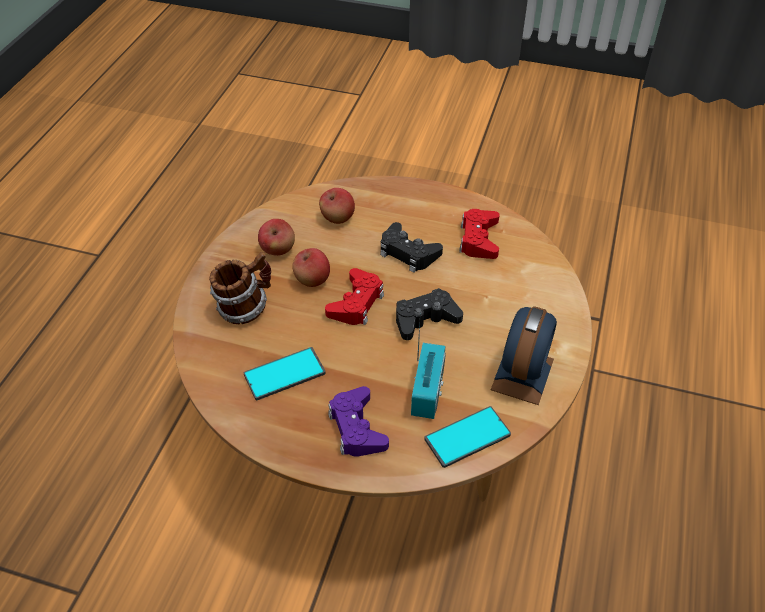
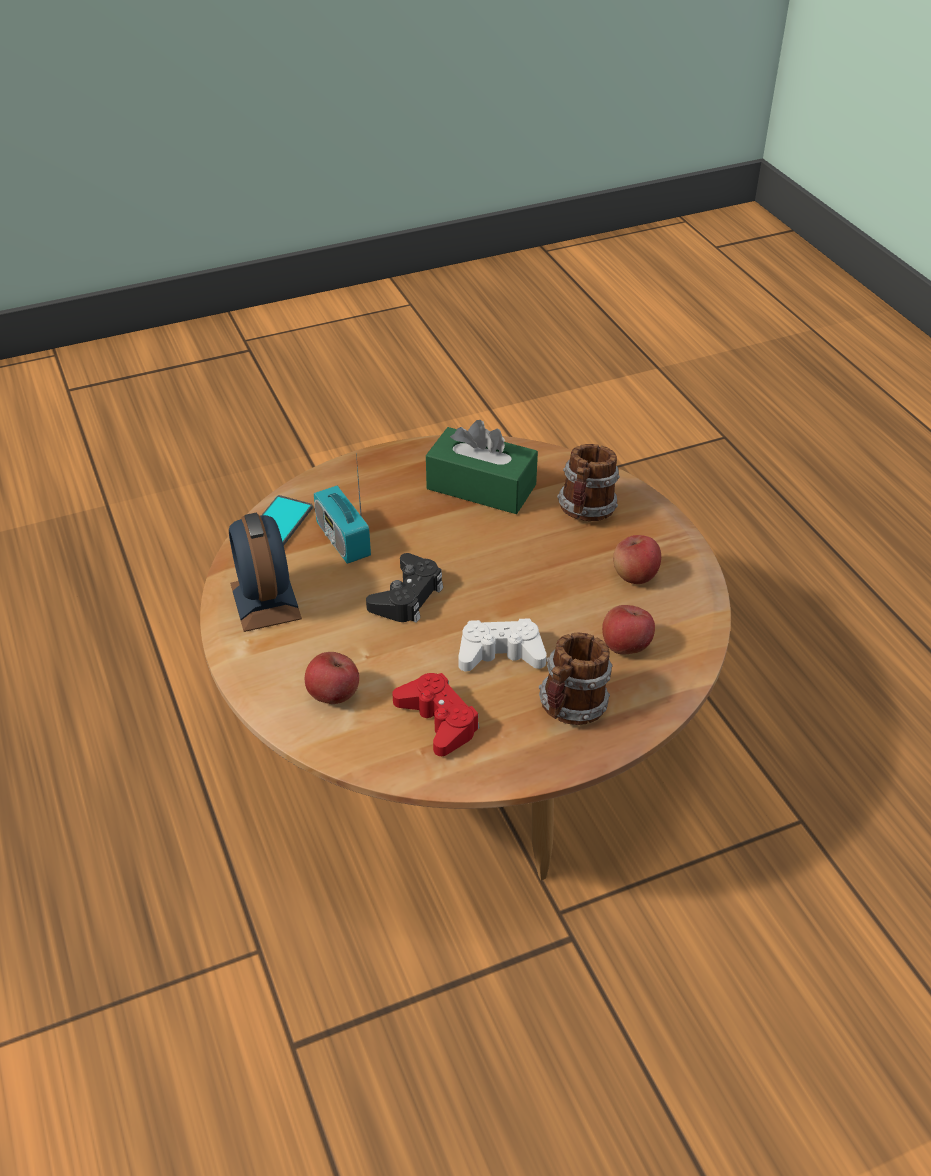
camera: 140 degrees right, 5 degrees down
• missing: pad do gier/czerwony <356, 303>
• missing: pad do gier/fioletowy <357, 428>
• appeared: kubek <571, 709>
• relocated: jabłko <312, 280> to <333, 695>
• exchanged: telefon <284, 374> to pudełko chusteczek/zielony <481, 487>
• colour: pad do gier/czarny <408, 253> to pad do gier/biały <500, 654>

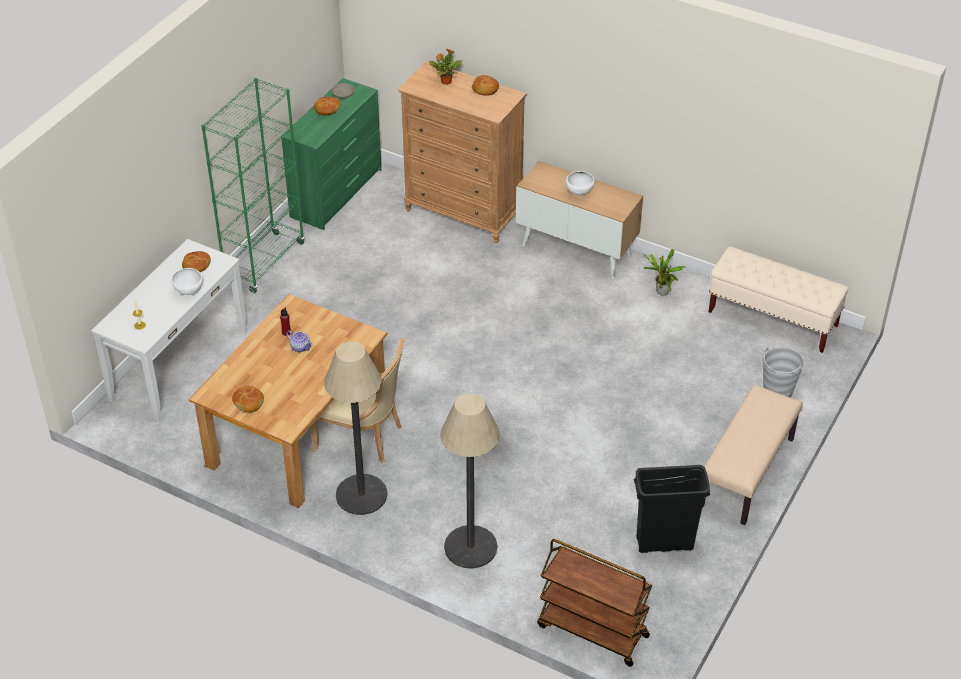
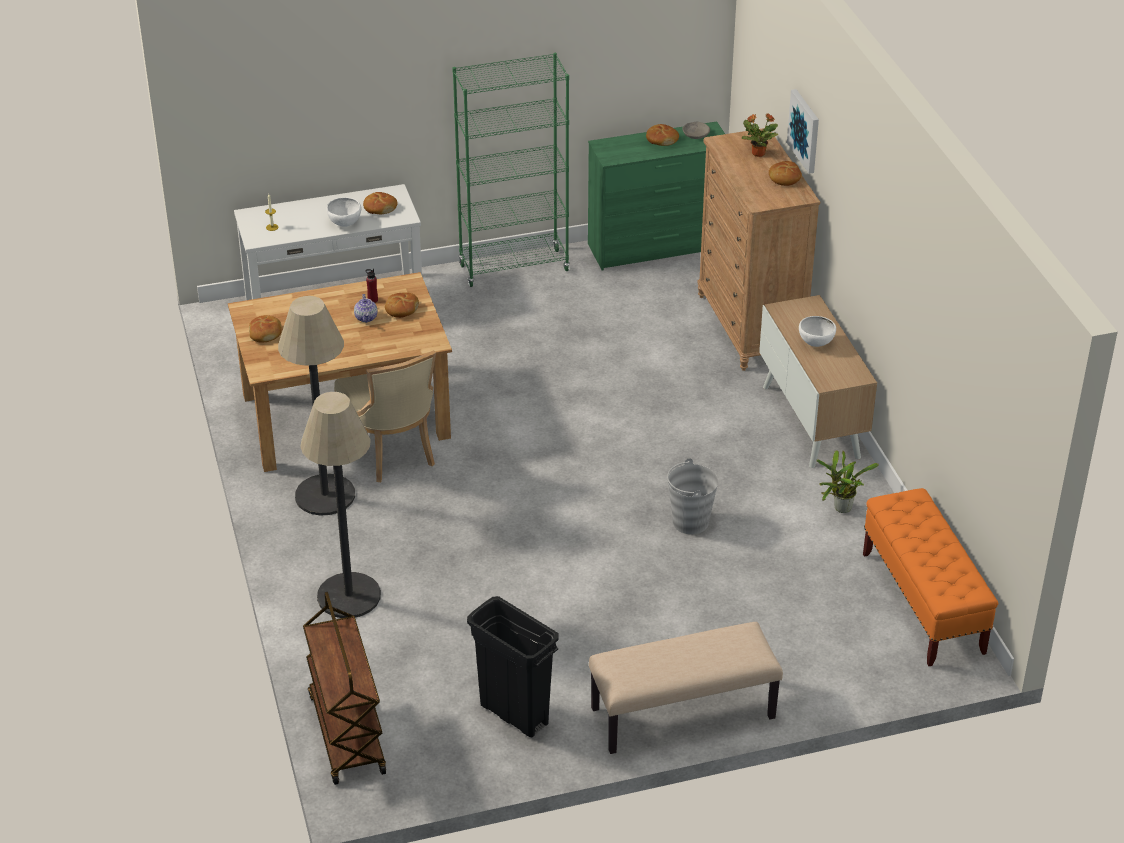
camera: 45 degrees right, 5 degrees down
• appeared: chleb <401, 309>
• appeared: obraz <805, 130>
• relocated: wiadro/szary <777, 392> to <690, 522>
• colour: ławka/beżowy <773, 319> to ławka/pomarańczowy <923, 603>

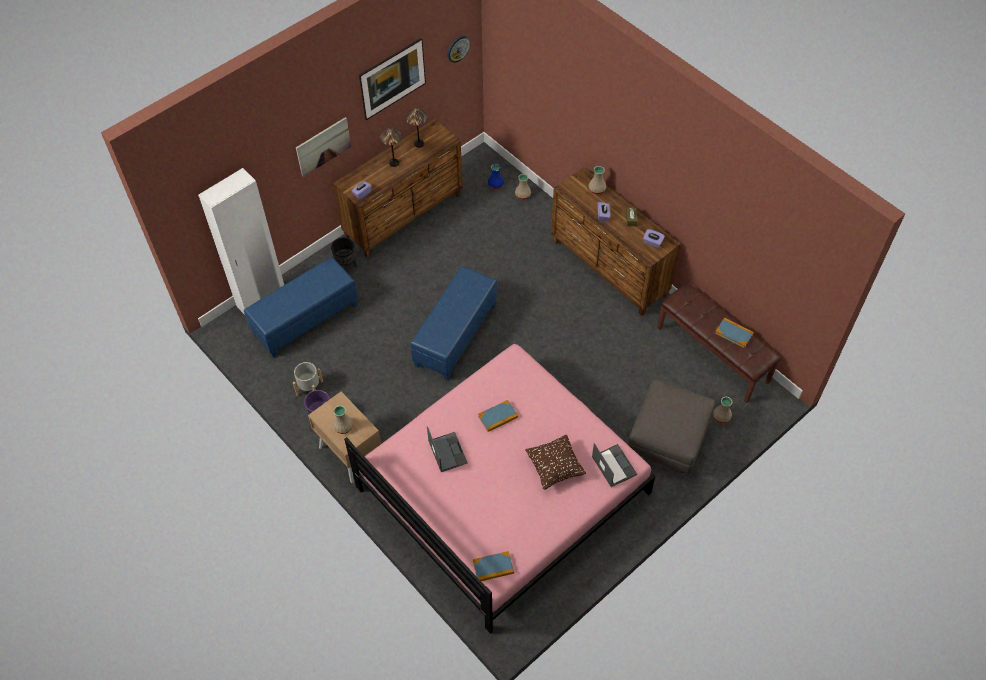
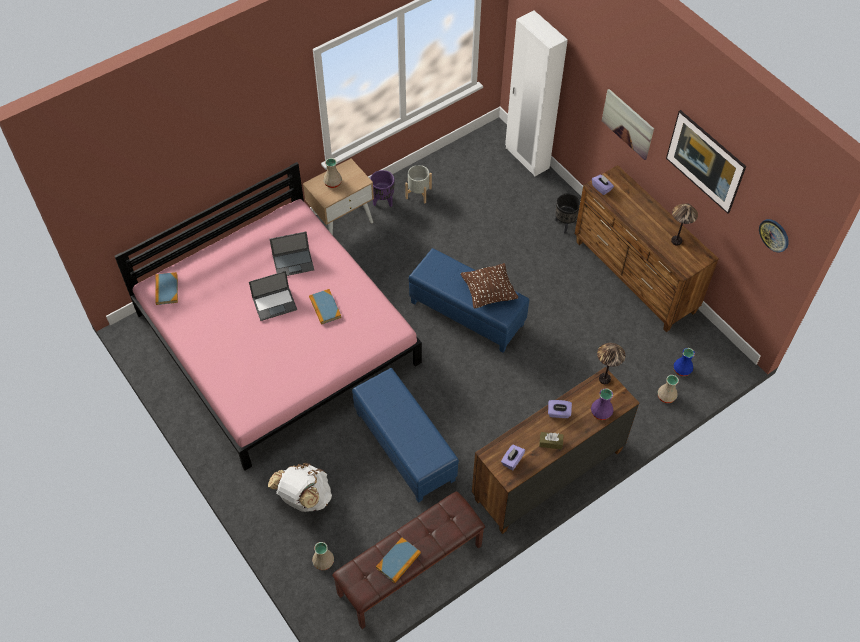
camera: 95 degrees right, 0 degrees up
• relocated: pufa/niebieski <305, 320> to <404, 446>
• relocated: lampa stołowa <394, 163> to <604, 379>
• relocated: poduszka/brązowy <554, 468> to <488, 293>
• relocated: laptop <613, 465> to <275, 303>
• exchanged: pufa/szary <667, 440> to plecak/biały <304, 498>
• colour: wazon/beżowy <596, 189> to wazon/fioletowy <601, 412>

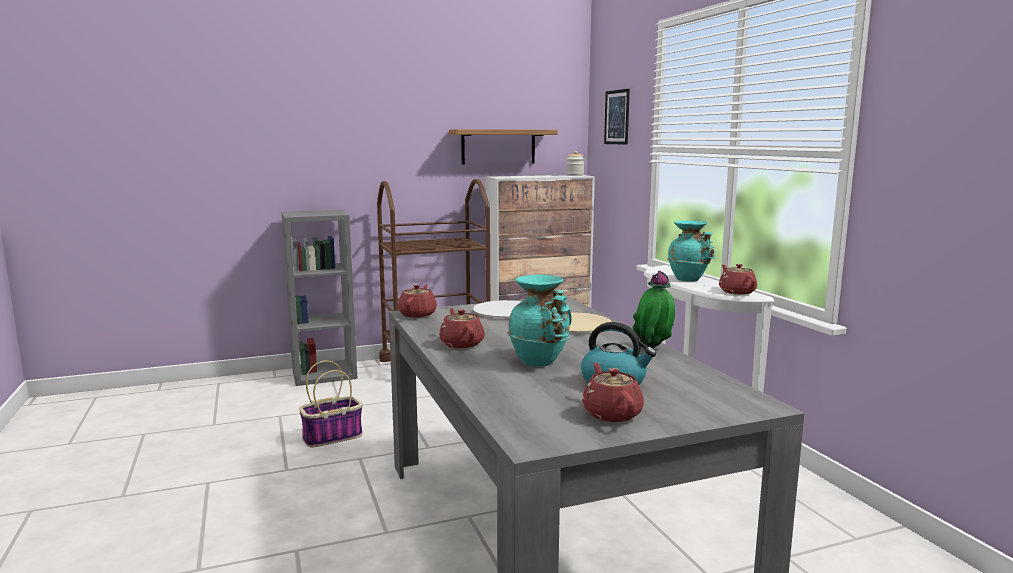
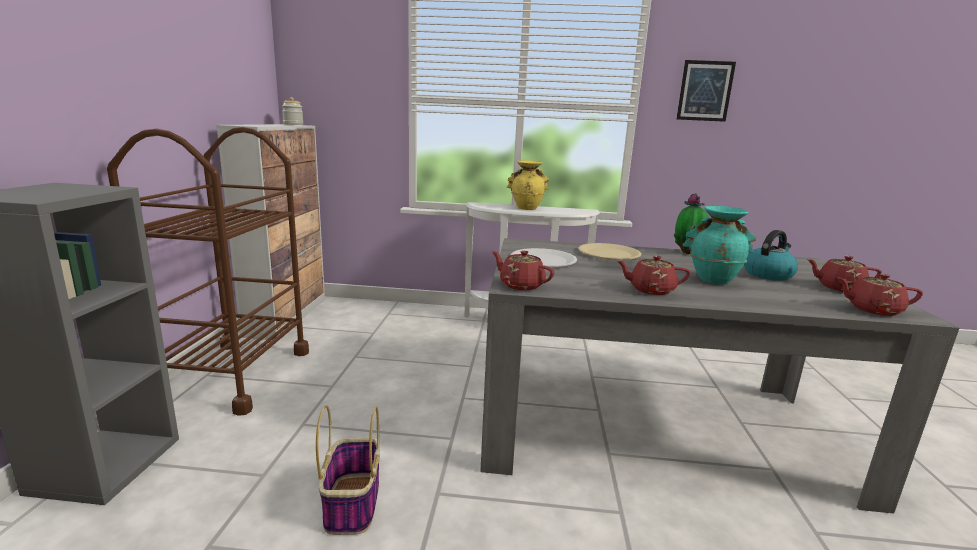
camera: 65 degrees left, 5 degrees up
• missing: półka <498, 146>
• relocated: obraz <617, 117> to <705, 91>
• relocated: imbryk/czerwony <736, 292> to <872, 310>
• colour: wazon/turkusowy <689, 279> to wazon/żółty <526, 208>

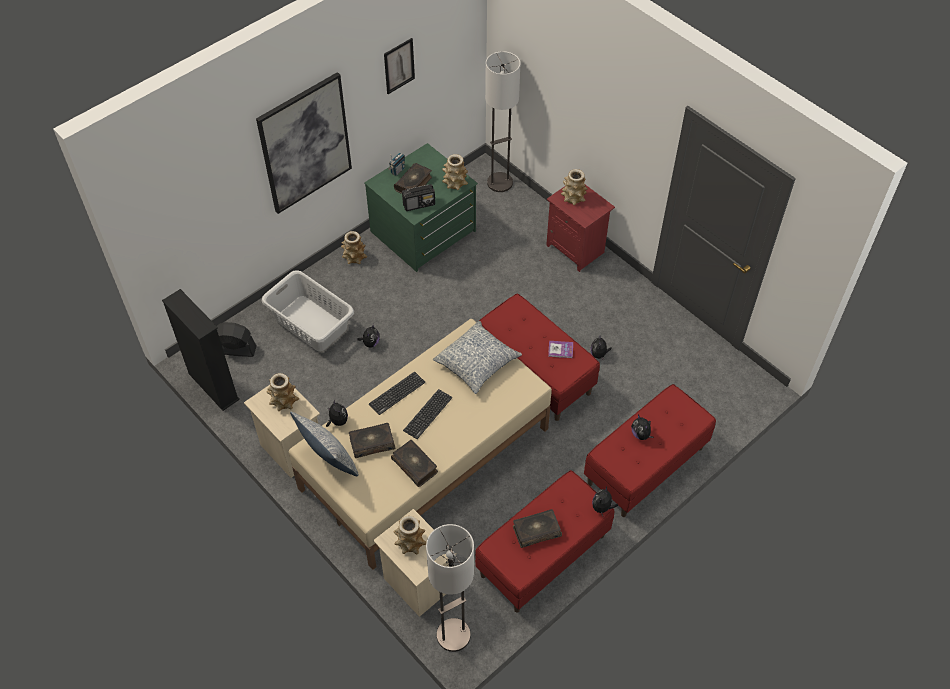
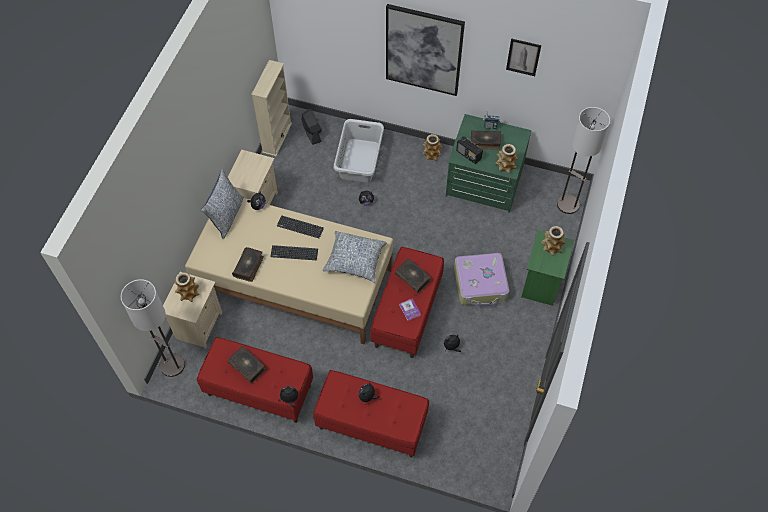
camera: 60 degrees right, 5 degrees up
• missing: wazon <284, 401>
• appeared: walizka <480, 284>
• relocated: książka <372, 443> to <413, 277>
• colour: regał/czarny <213, 386> to regał/beżowy <277, 138>
• colour: szafka nocna/czerwony <576, 248> to szafka nocna/zielony <542, 285>

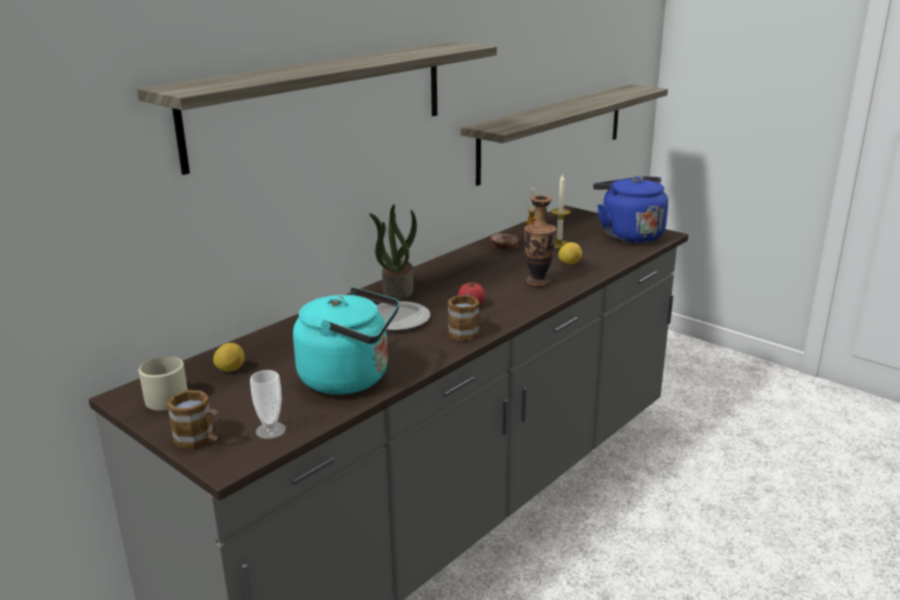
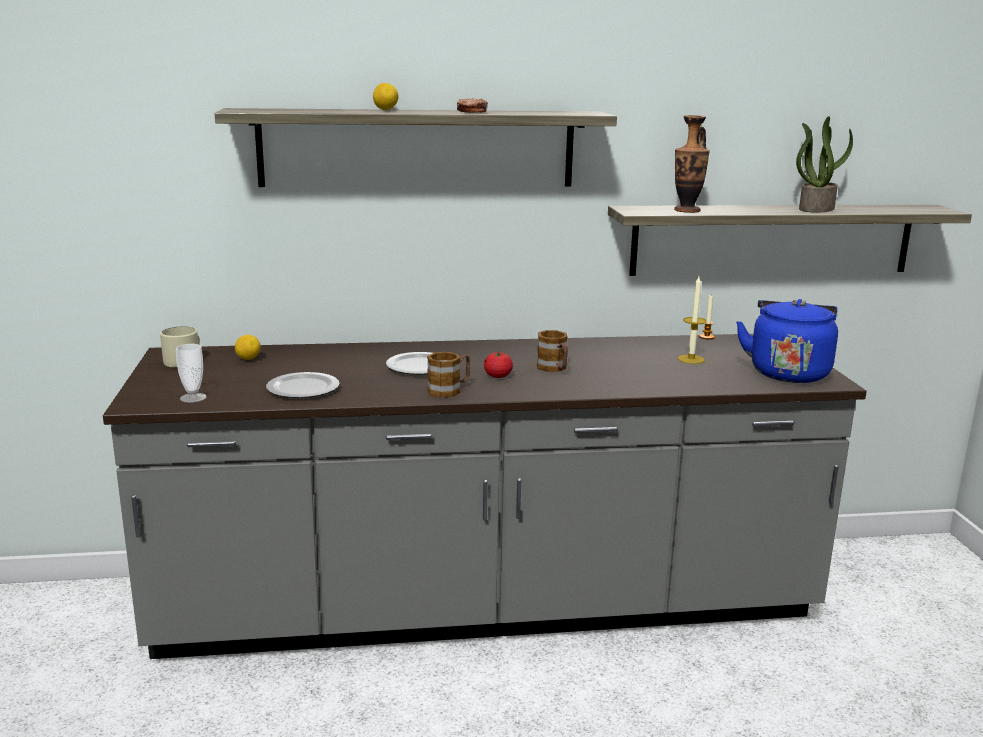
camera: 40 degrees right, 5 degrees down
• relocated: kubek <201, 440> to <554, 369>
• relocated: roślina doniczkowa <397, 290> to <816, 209>
• relocated: donut <504, 245> to <471, 111>
• relocated: wazon <538, 282> to <687, 210>
• relocated: cytryna <569, 263> to <385, 110>
• exchanged: czajnik/turkusowy <350, 378> to talerz <302, 389>

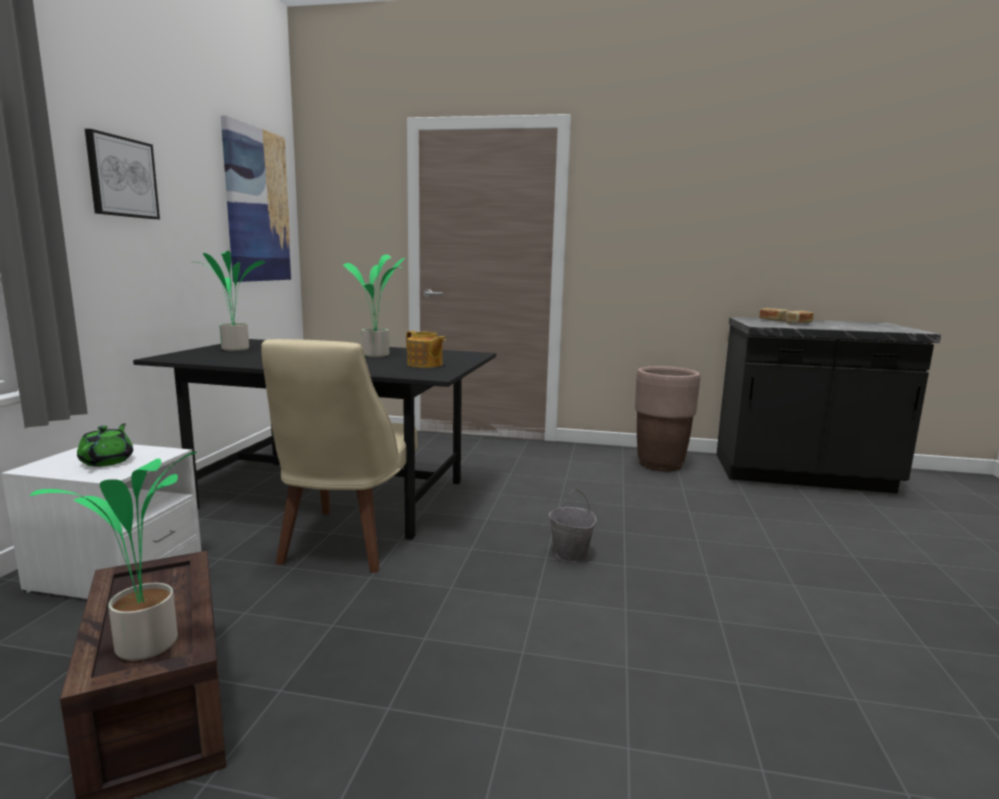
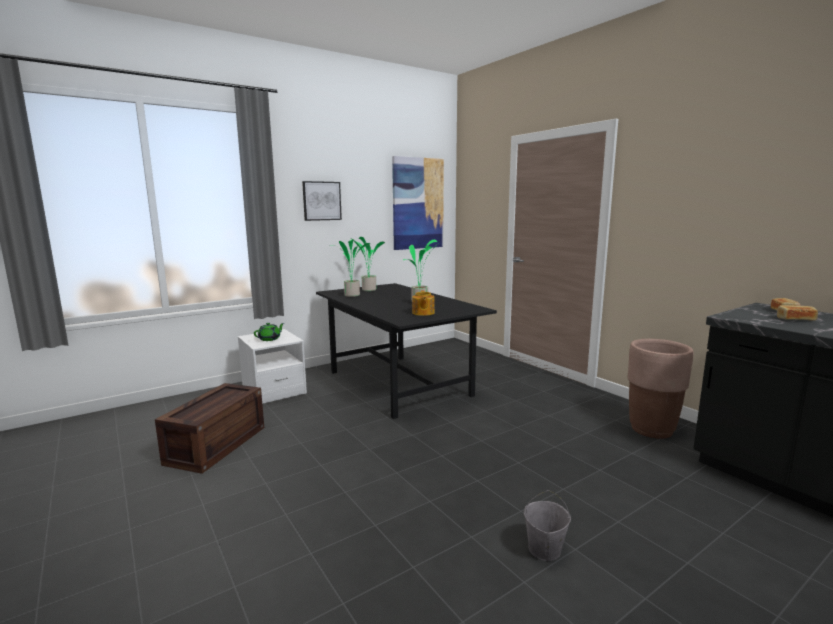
camera: 45 degrees right, 0 degrees up
• missing: krzesło/beżowy <346, 543>
• relocated: roślina doniczkowa <145, 648> to <351, 295>
• relocated: wiadro/szary <570, 555> to <544, 550>

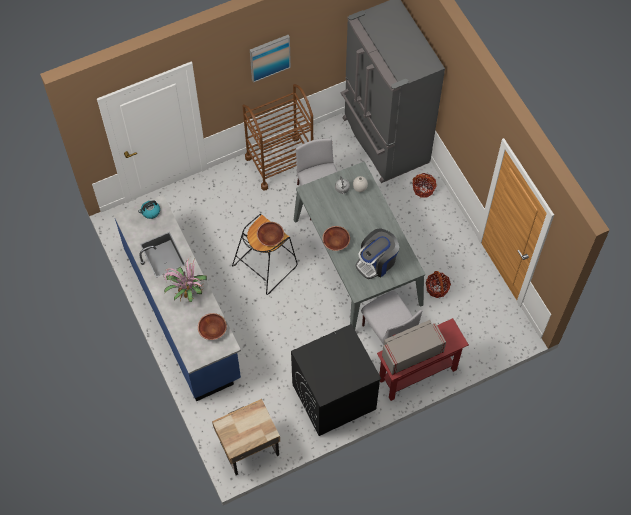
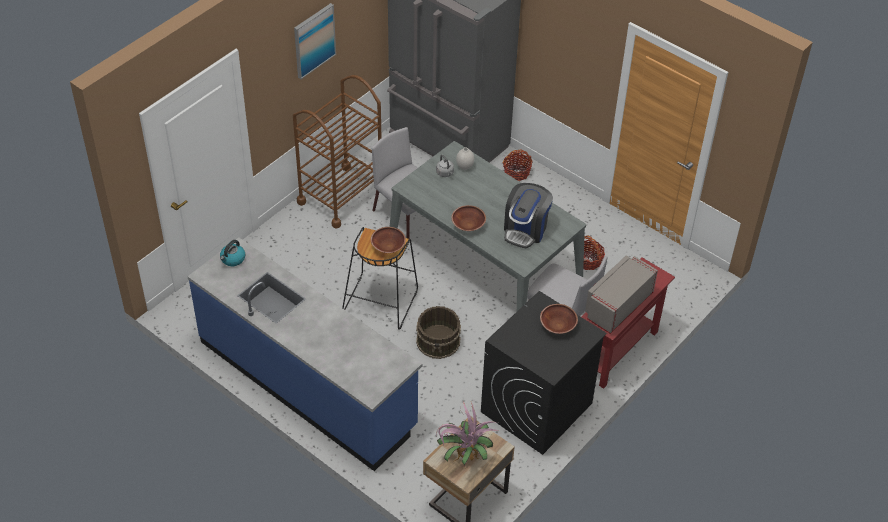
camera: 25 degrees left, 15 degrees down
• appeared: wiadro/brązowy <438, 341>
• relocated: roślina doniczkowa <186, 292> to <465, 456>
• relocated: miska/brązowy <212, 329> to <557, 325>

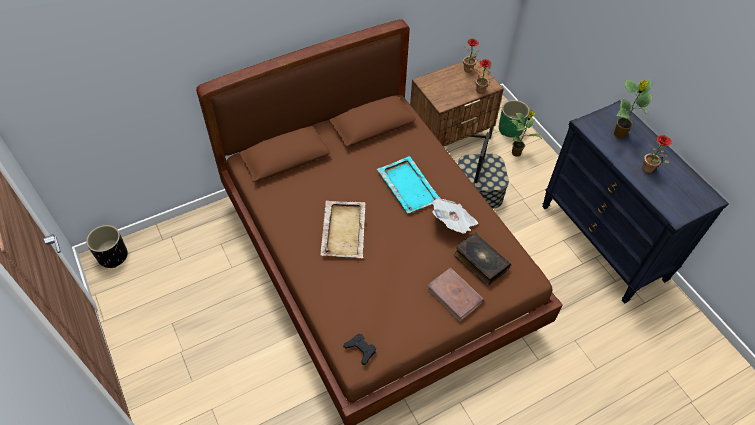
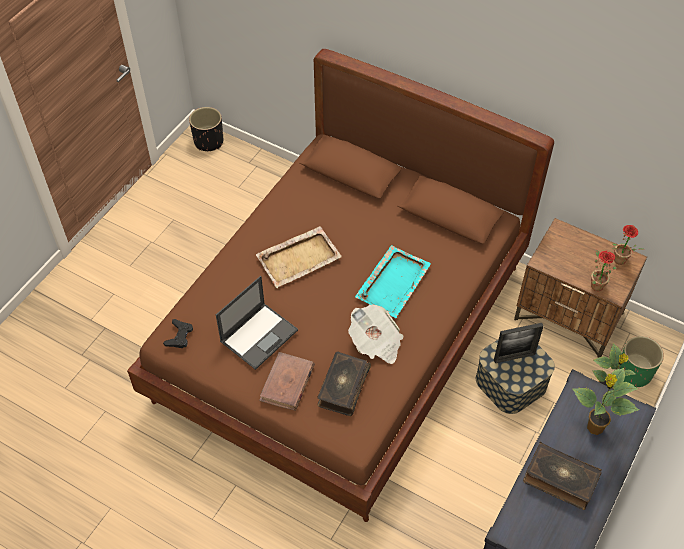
camera: 60 degrees right, 0 degrees up
• appeared: laptop <259, 335>
• exchanged: roślina doniczkowa <649, 170> to książka <560, 479>

